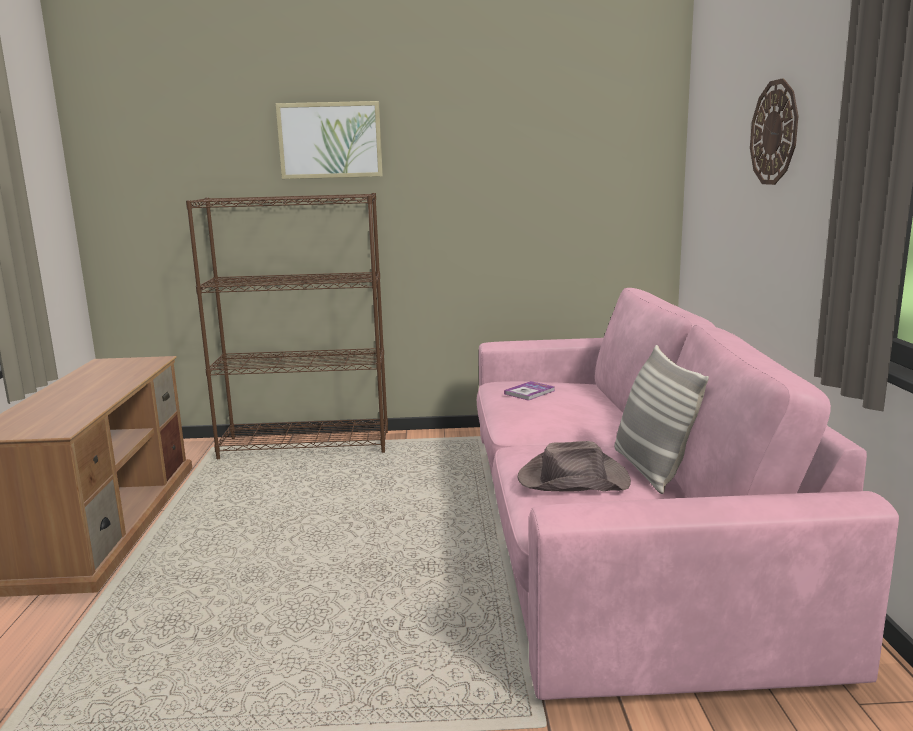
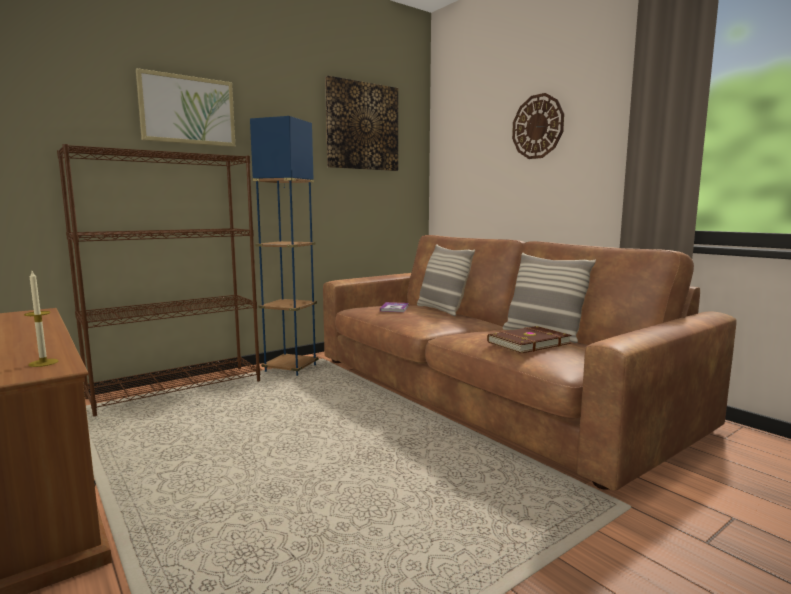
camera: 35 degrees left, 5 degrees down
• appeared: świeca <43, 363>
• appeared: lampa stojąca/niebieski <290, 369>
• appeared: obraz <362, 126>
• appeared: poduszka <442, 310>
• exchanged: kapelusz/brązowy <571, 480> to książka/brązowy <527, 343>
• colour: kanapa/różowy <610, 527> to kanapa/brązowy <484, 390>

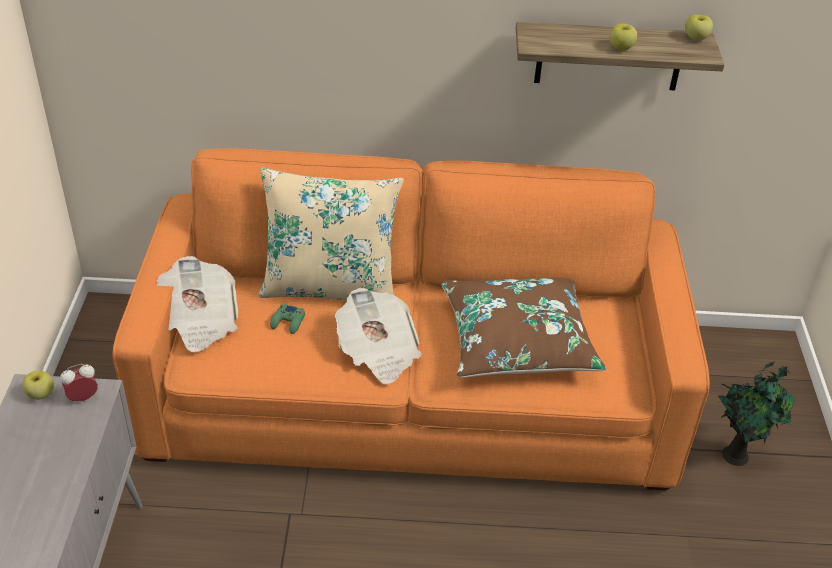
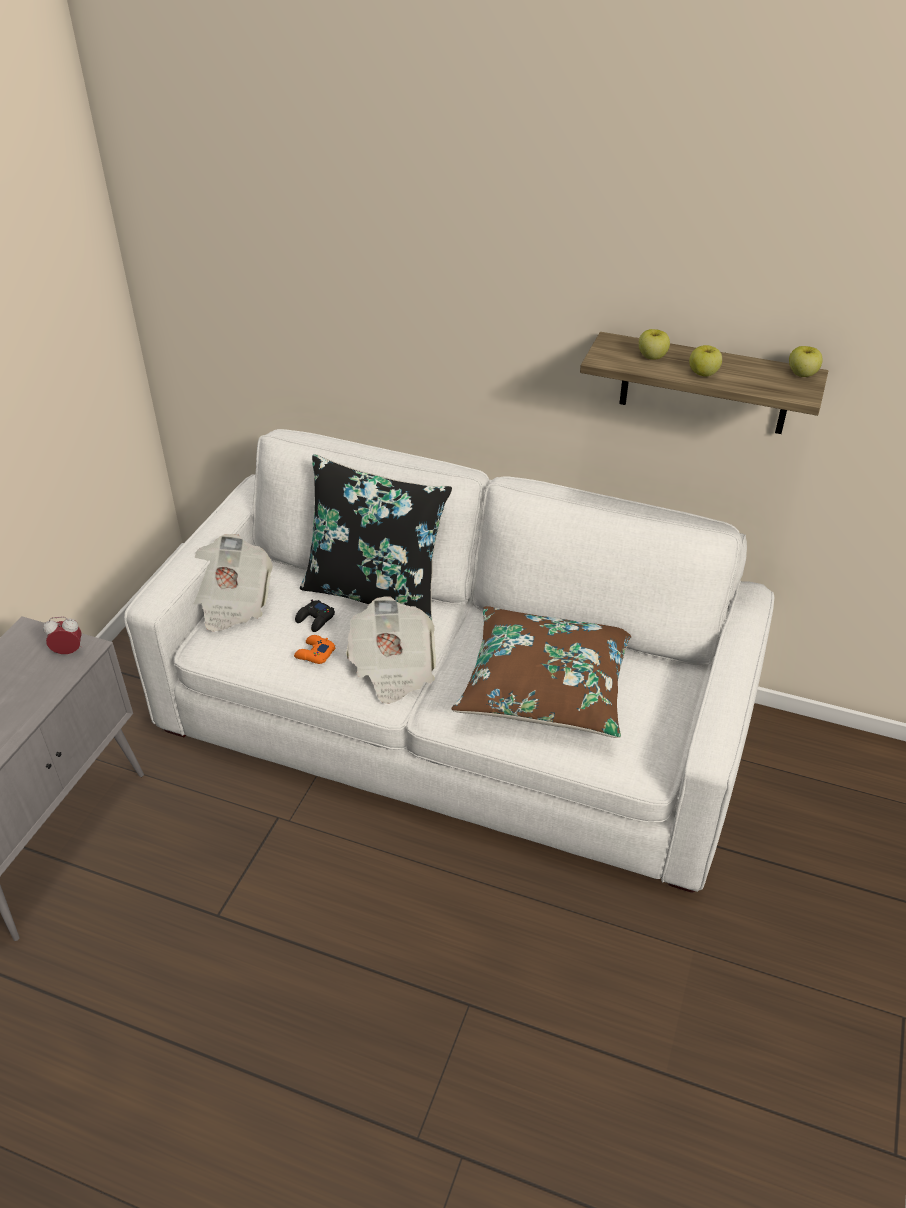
camera: 20 degrees right, 0 degrees up
• missing: roślina doniczkowa <737, 454>
• appeared: pad do gier/pomarańczowy <314, 653>
• relocated: jabłko <40, 394> to <652, 357>
• colour: kanapa/pomarańczowy <410, 392> to kanapa/biały <453, 721>
• colour: poduszka/beżowy <330, 287> to poduszka/czarny <375, 592>
• colour: pad do gier/zielony <288, 322> to pad do gier/czarny <315, 619>

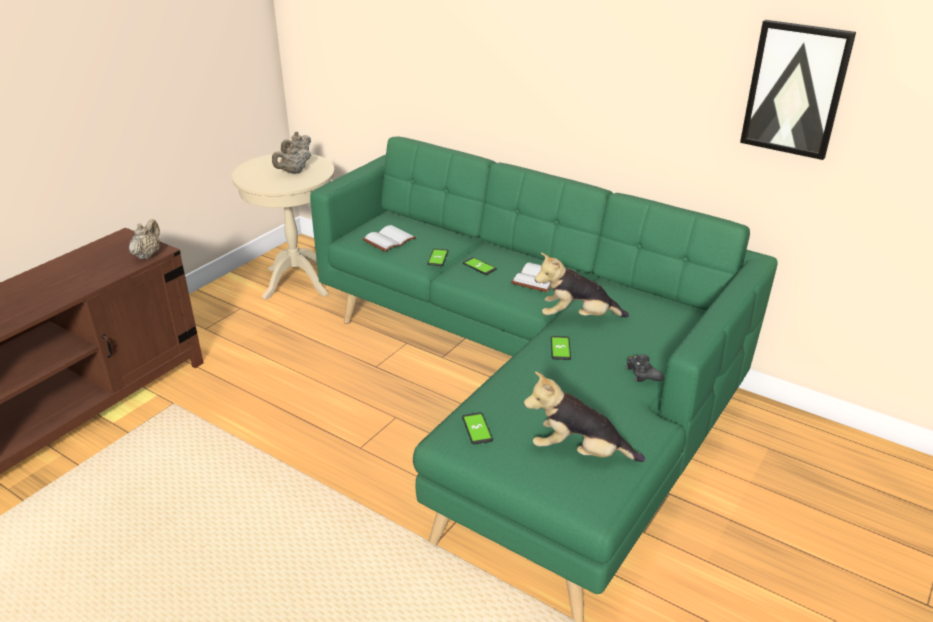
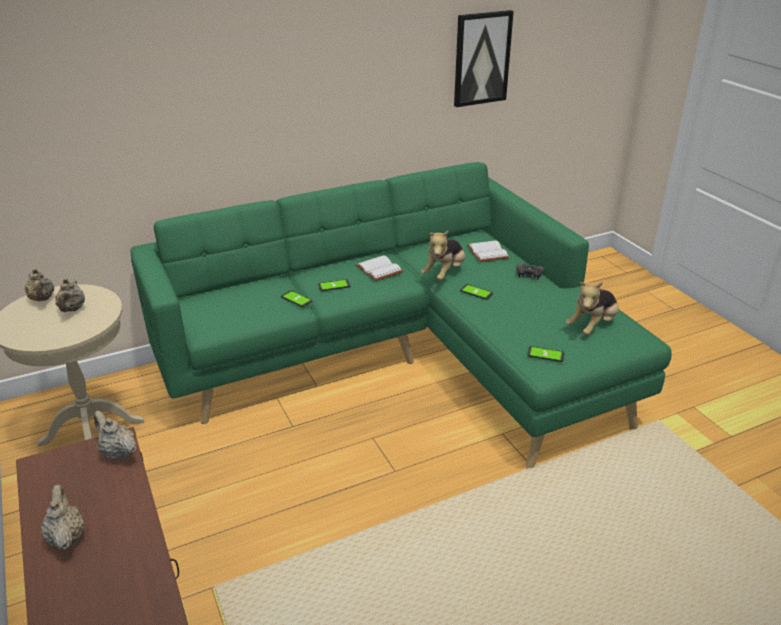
camera: 60 degrees left, 0 degrees up
• appeared: imbryk/beżowy <66, 537>
• relocated: książka/biały <389, 239> to <486, 252>

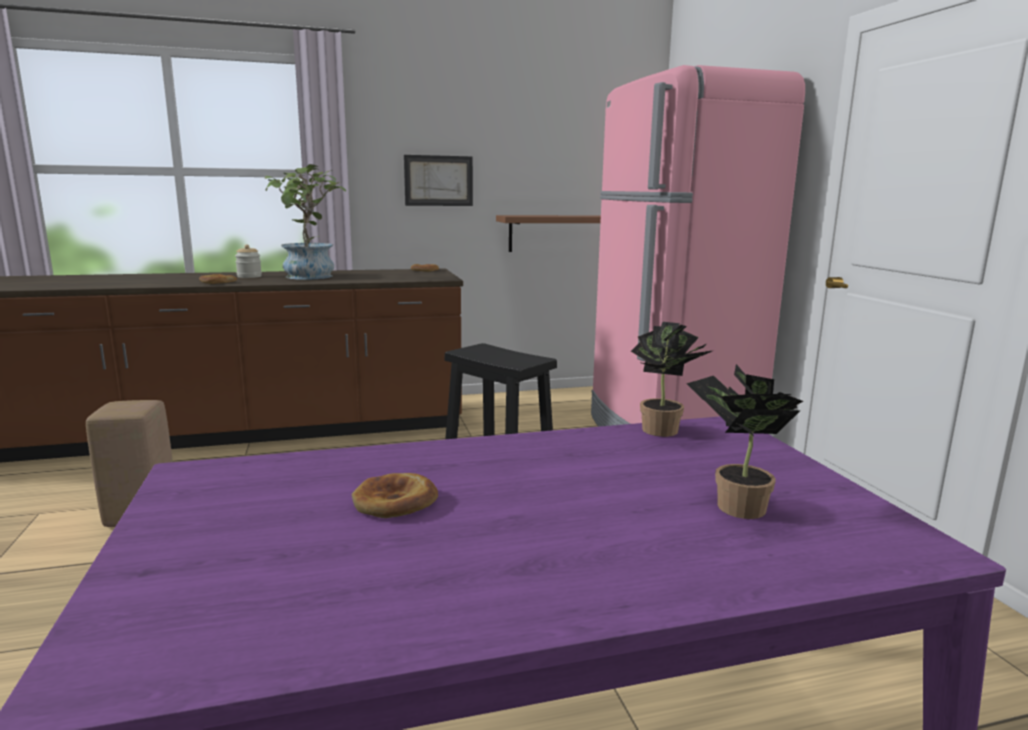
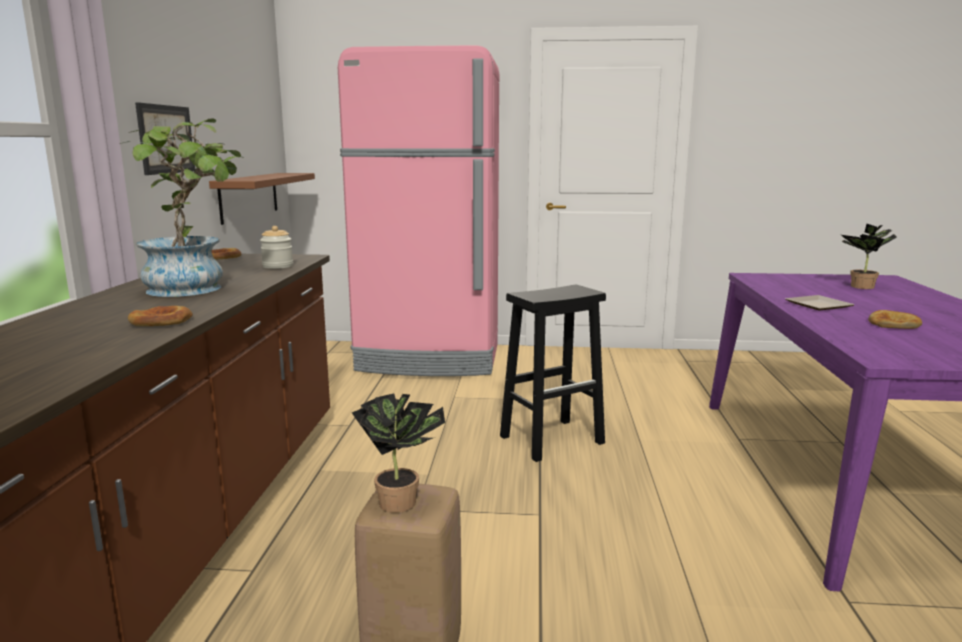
camera: 70 degrees left, 0 degrees up
• appeared: talerz <818, 305>
• relocated: słoik <249, 276> to <277, 266>
• relocated: roślina doniczkowa <665, 431> to <403, 502>

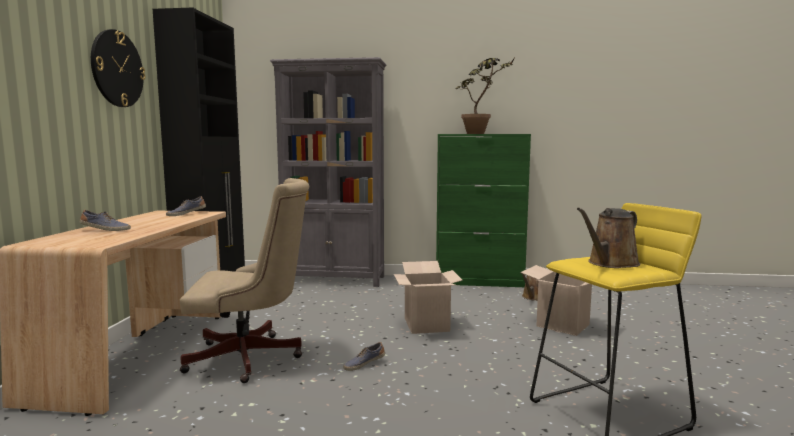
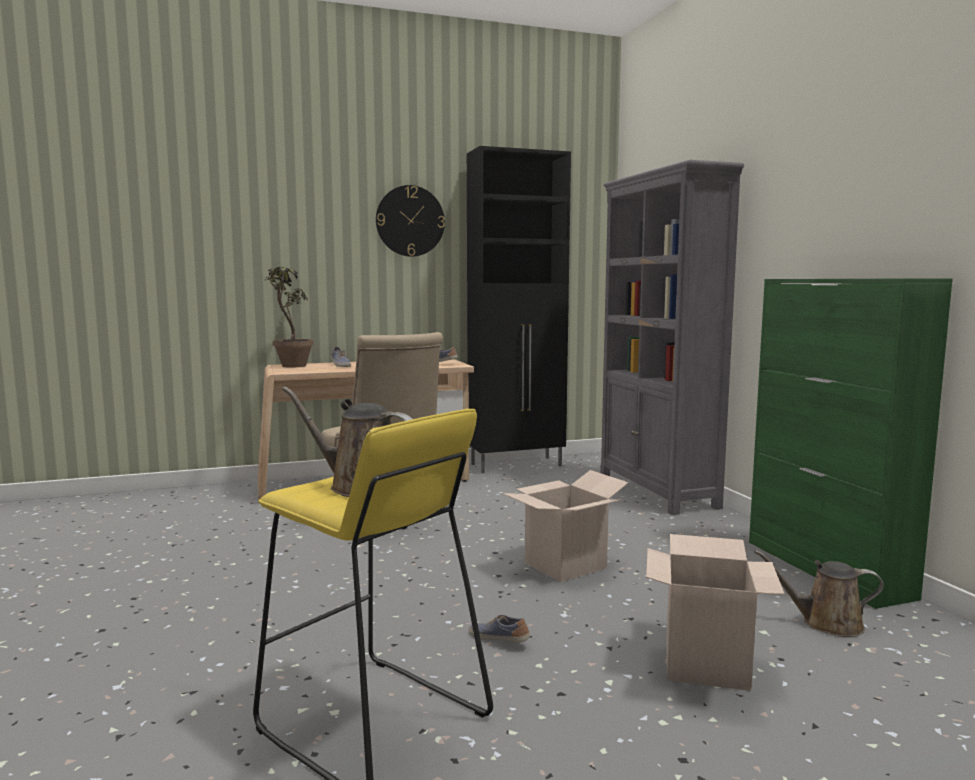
camera: 65 degrees right, 0 degrees up
• relocated: but <364, 364> to <499, 639>
• relocated: roślina doniczkowa <481, 133> to <290, 367>

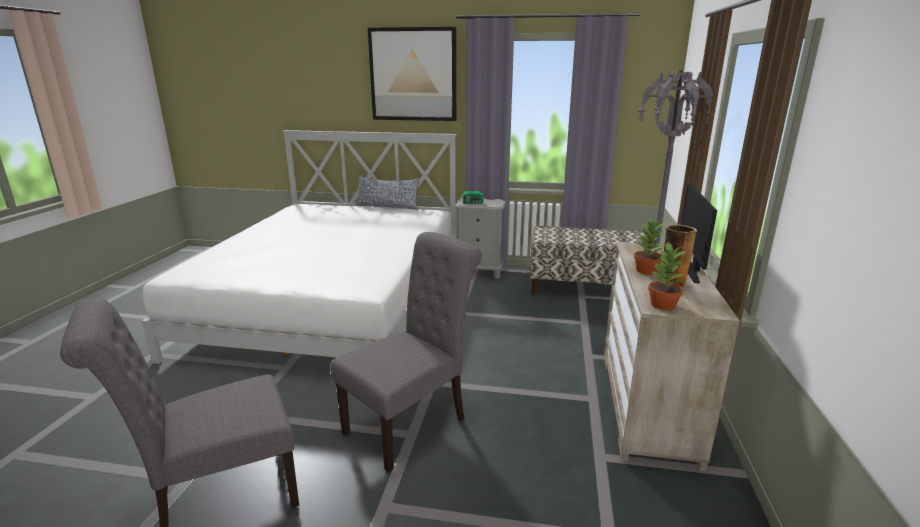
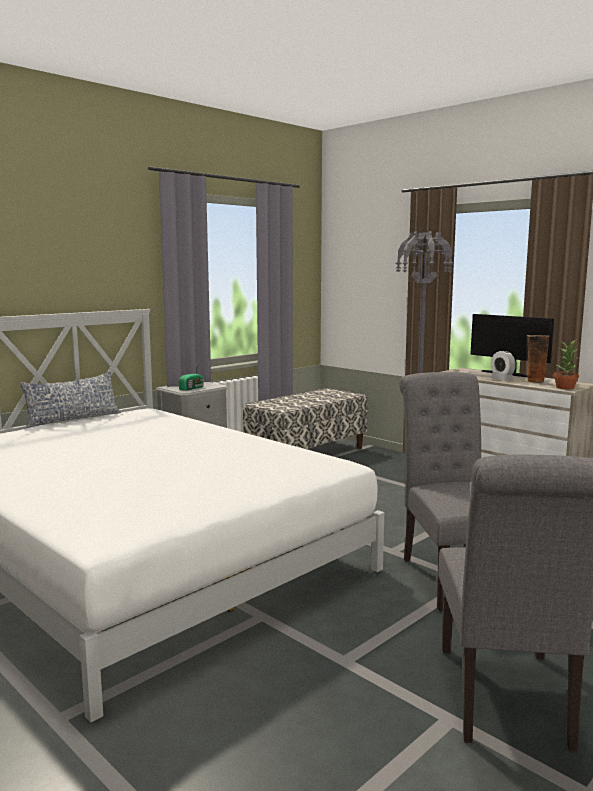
camera: 55 degrees left, 10 degrees down
• missing: obraz <413, 75>
• exchanged: roślina doniczkowa <646, 271> to budzik <501, 379>

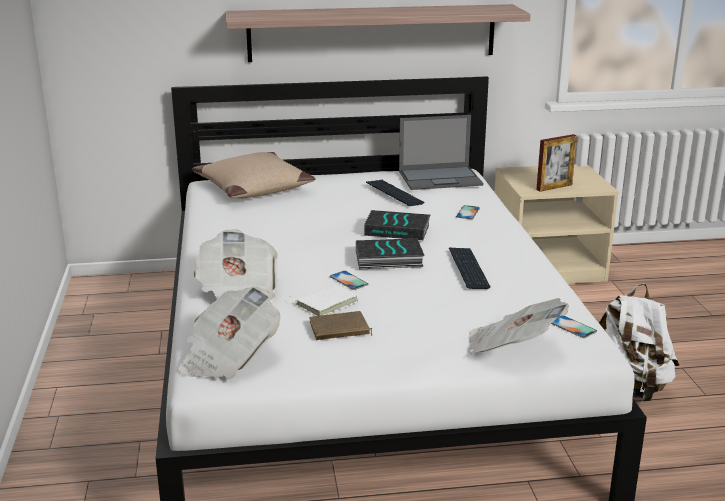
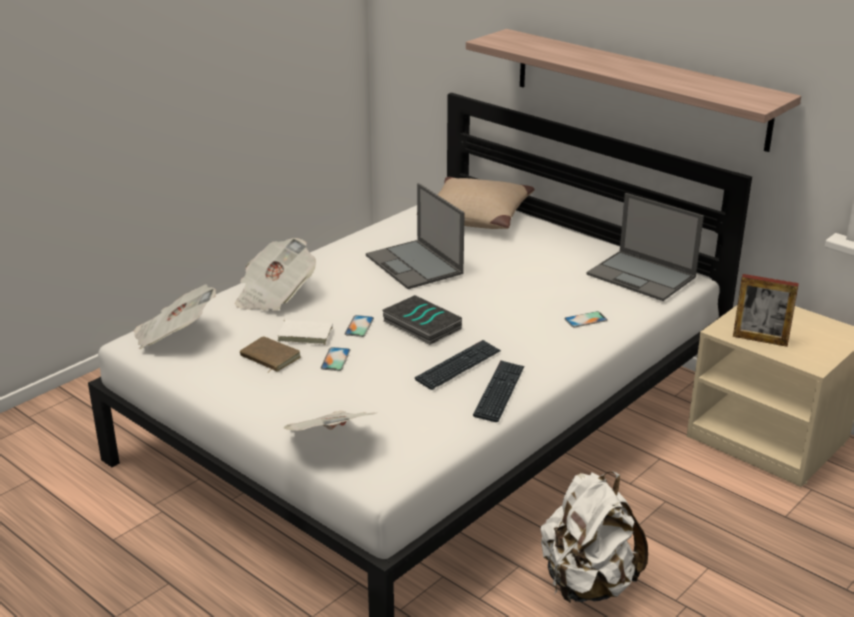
camera: 50 degrees right, 5 degrees up
• missing: książka <398, 230>
• appeared: laptop <415, 265>
• relocated: klawiatura <394, 194> to <499, 392>
• relocated: telefon <572, 327> to <335, 359>

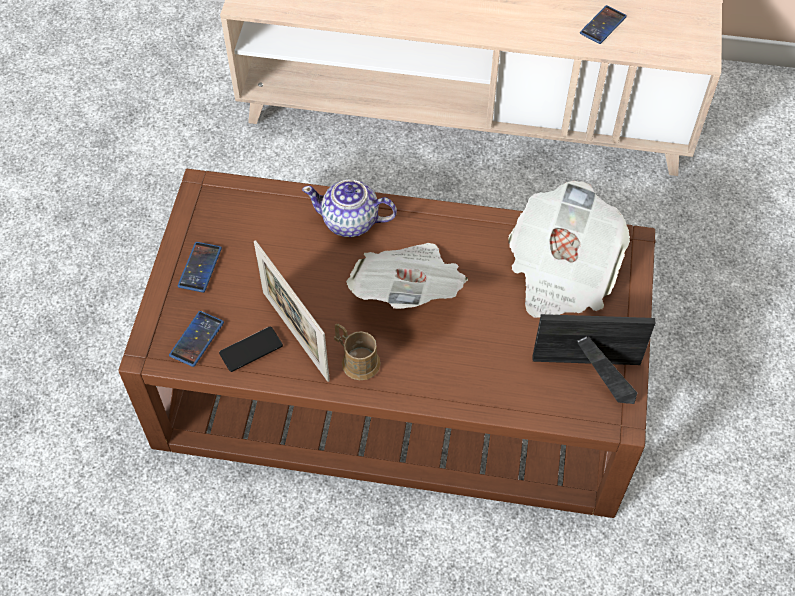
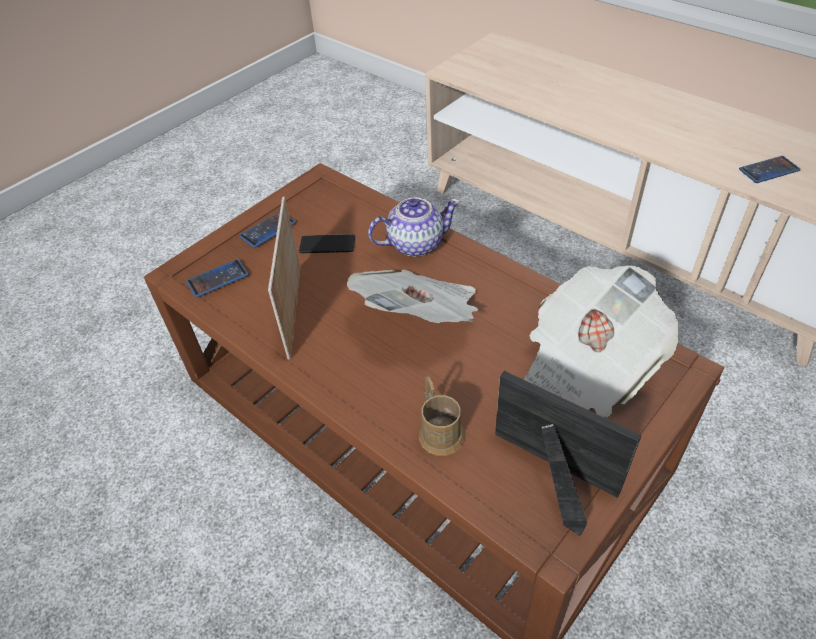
camera: 35 degrees right, 10 degrees down
• relocated: telefon <251, 349> to <327, 244>
• relocated: kubek/brązowy <356, 360> to <438, 429>
• spun: imbryk <351, 222> = <414, 244> 120 degrees clockwise

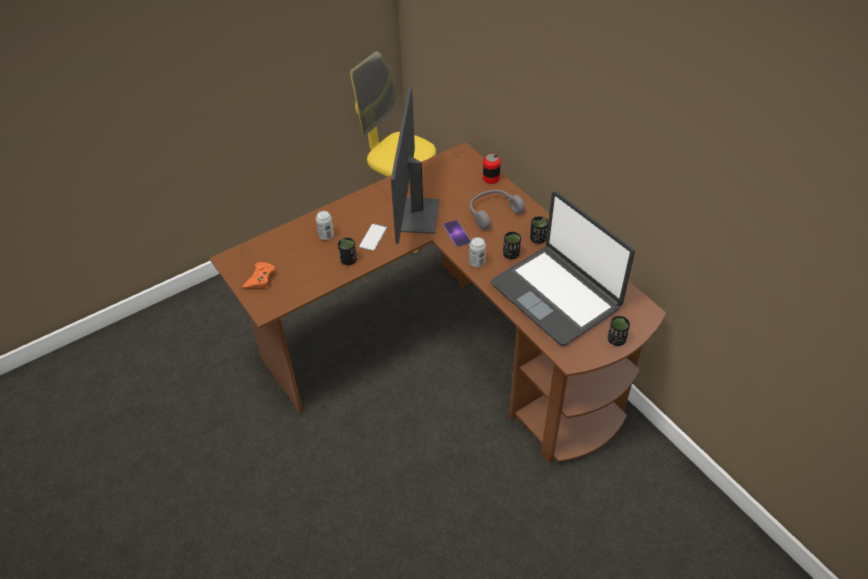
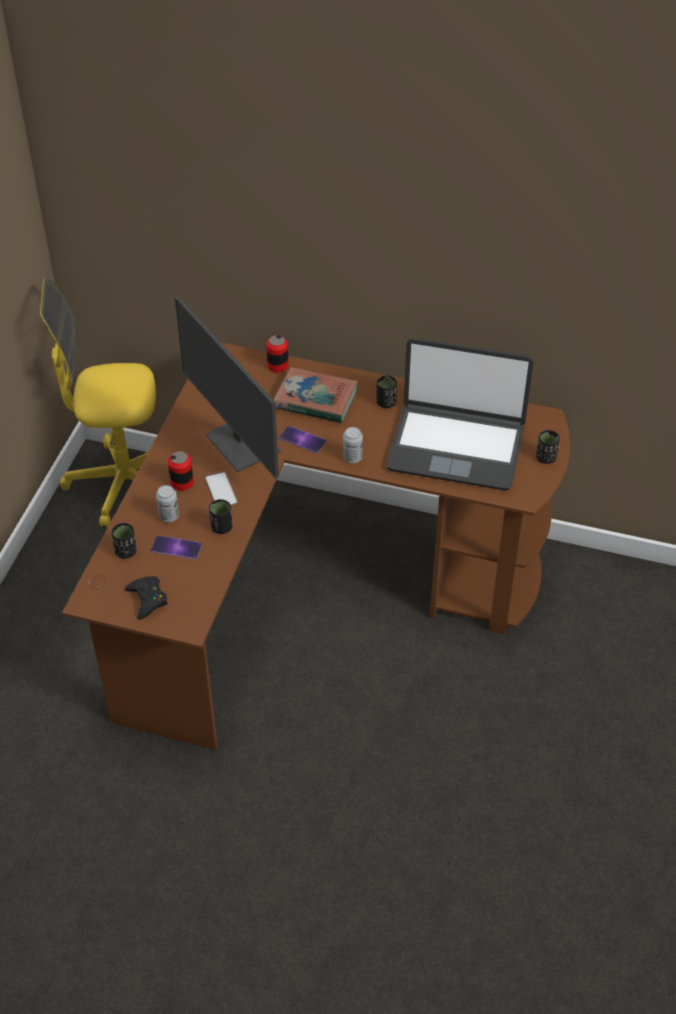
camera: 40 degrees left, 0 degrees up
• appeared: telefon <176, 547>
• appeared: puszka <182, 483>
• relocated: filiżanka/czarny <511, 254> to <126, 551>
• exchanged: słuchawki/szary <492, 212> to książka <315, 399>
• colour: pad do gier/pomarańczowy <260, 278> to pad do gier/czarny <147, 599>

